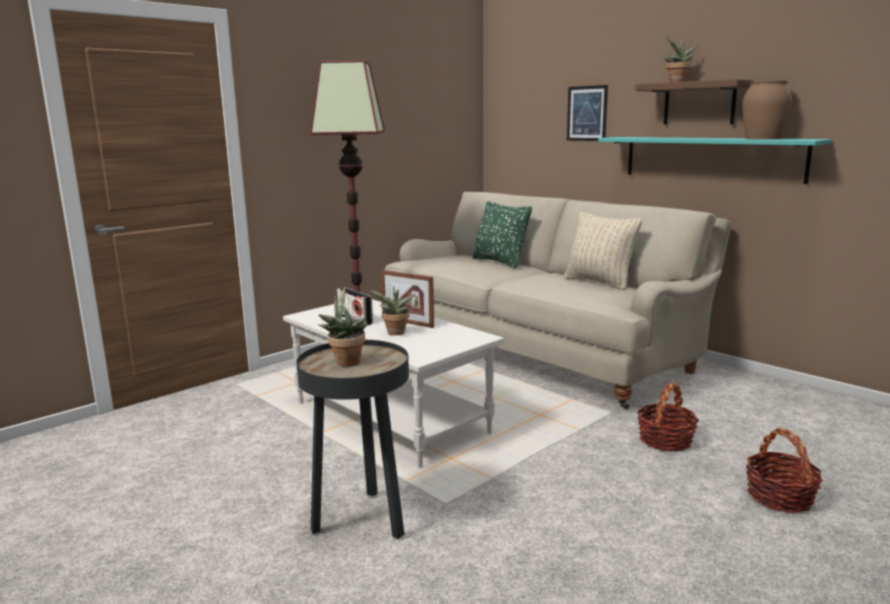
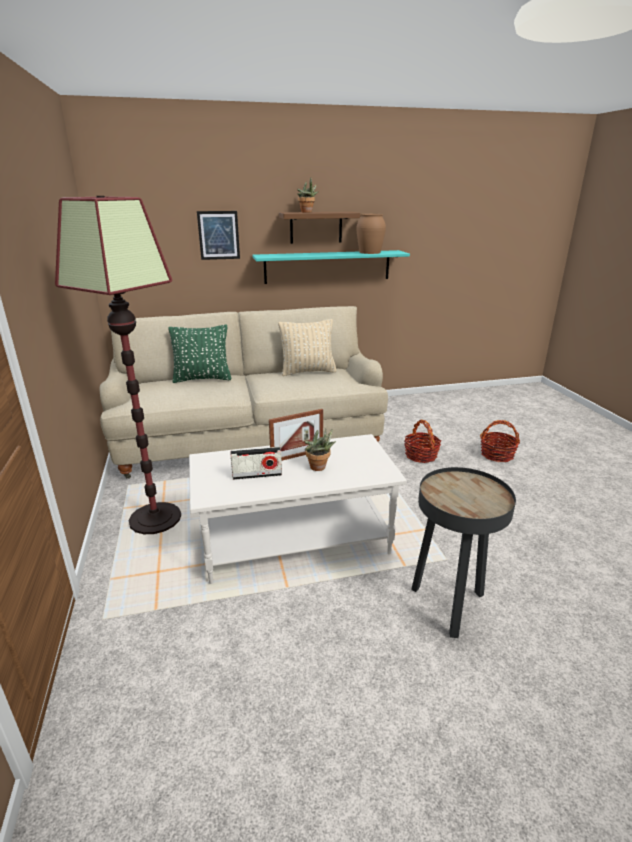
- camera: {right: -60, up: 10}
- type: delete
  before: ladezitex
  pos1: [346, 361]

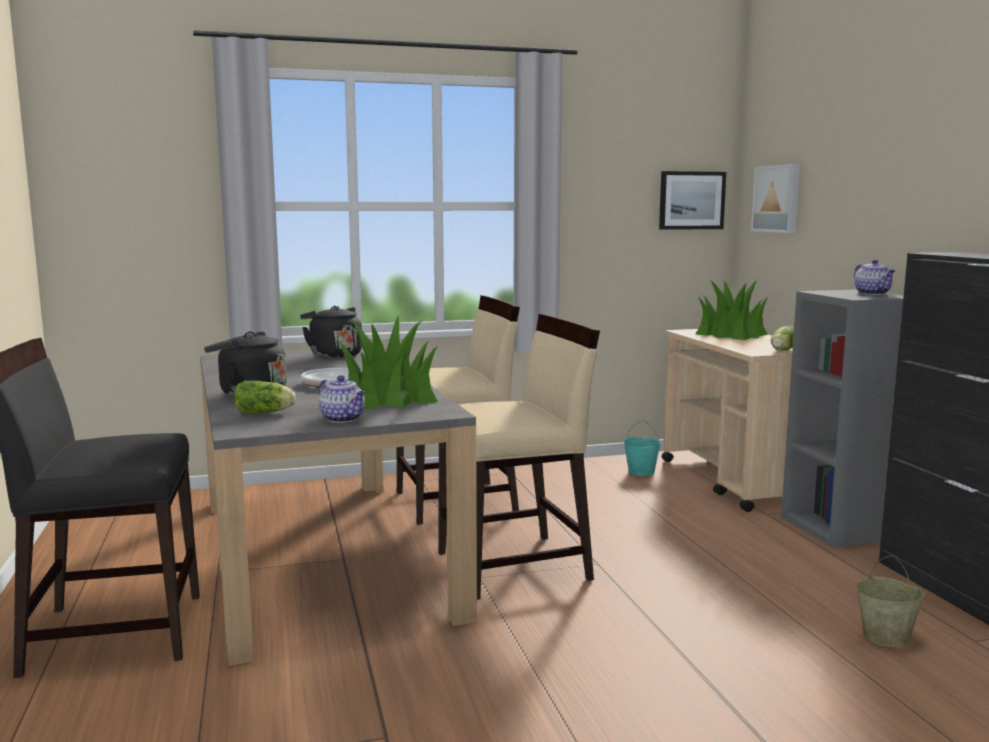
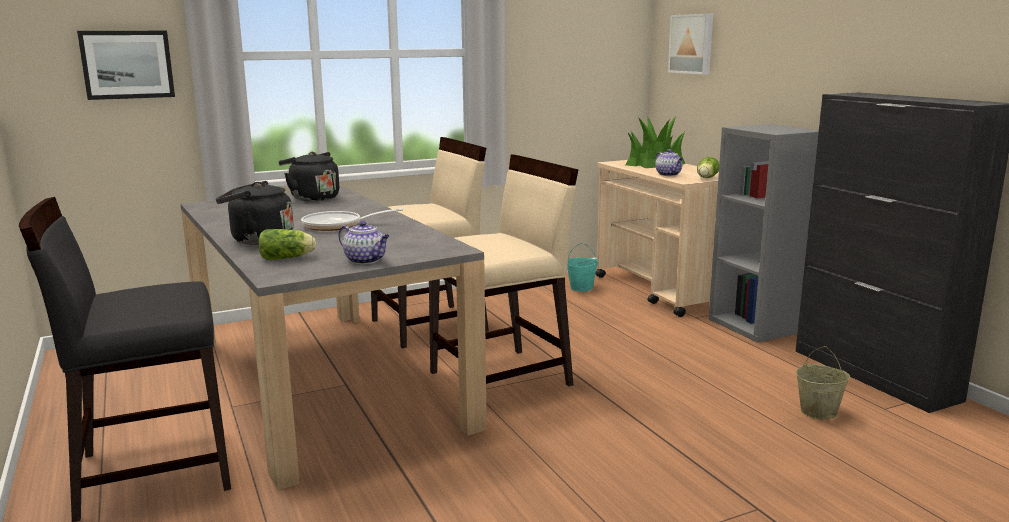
- camera: {right: -10, up: 5}
- type: move
  before: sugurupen
  pos1: [691, 200]
  pos2: [127, 64]
- type: move
  before: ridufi
  pos1: [873, 293]
  pos2: [669, 174]
- type: delete
  before: ladezitex
  pos1: [387, 398]

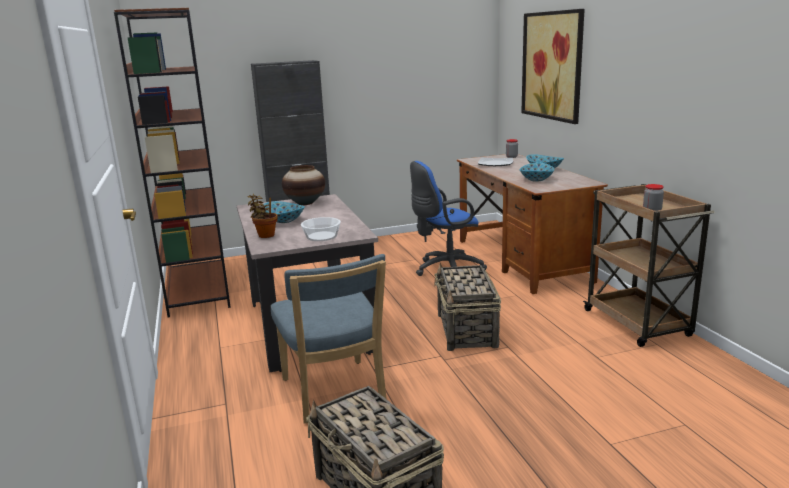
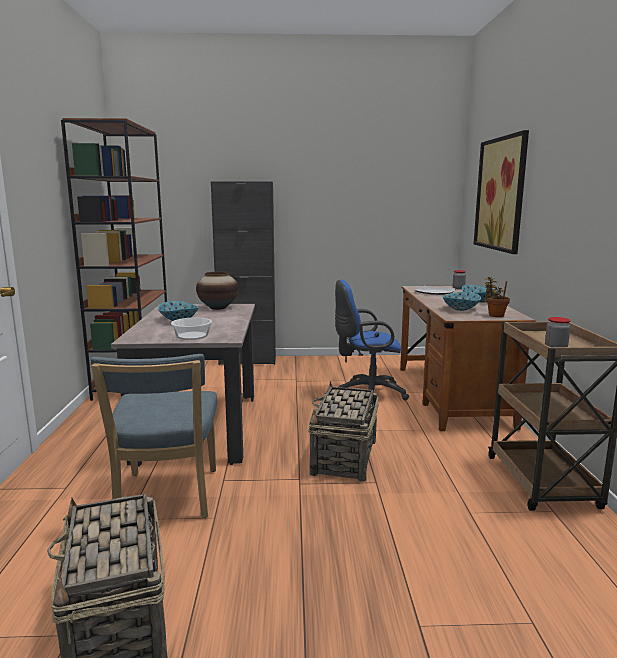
- camera: {right: 15, up: -5}
- type: move
  before: ladezitex
  pos1: [265, 235]
  pos2: [494, 315]

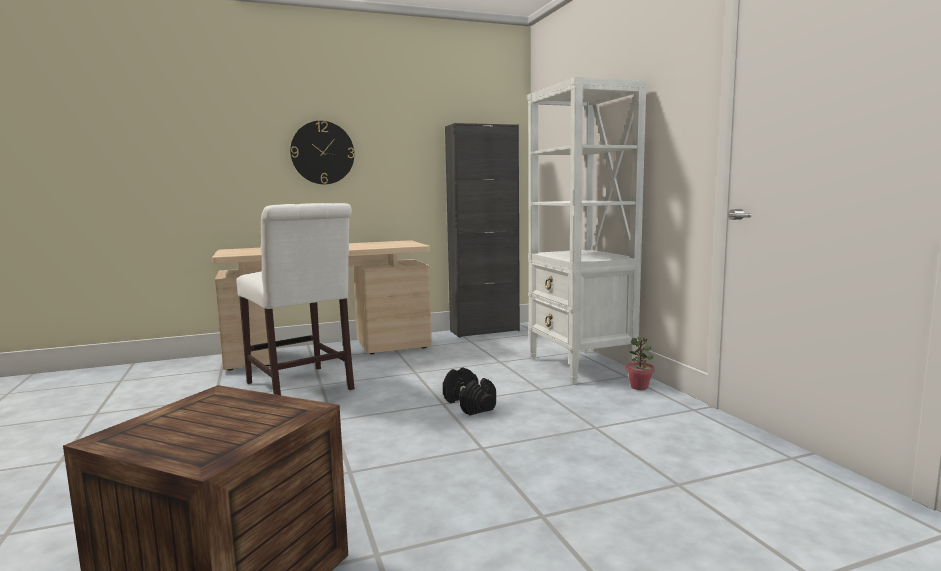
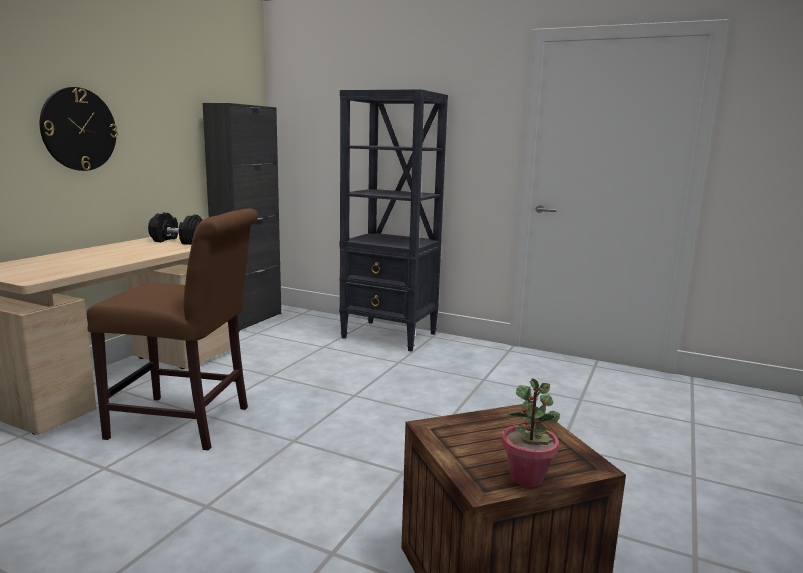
- camera: {right: -45, up: 5}
- type: recolor
  before: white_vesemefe
  after: brown_vesemefe
  pos1: [301, 388]
  pos2: [187, 423]
- type: move
  before: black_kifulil
  pos1: [470, 405]
  pos2: [179, 241]
- type: recolor
  before: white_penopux
  after: black_penopux
  pos1: [580, 366]
  pos2: [390, 336]
- type: move
  before: ladezitex
  pos1: [639, 387]
  pos2: [527, 477]

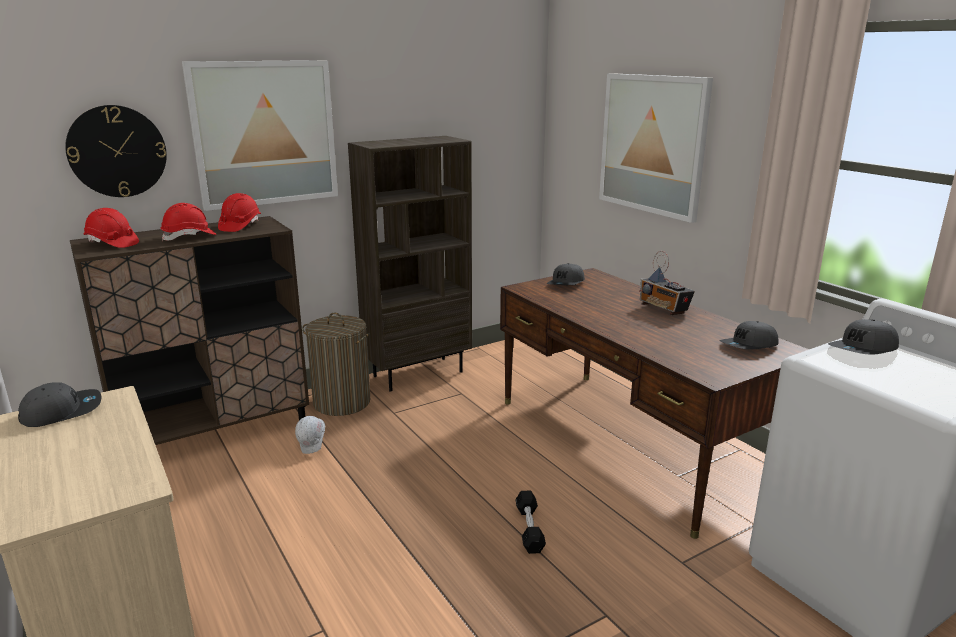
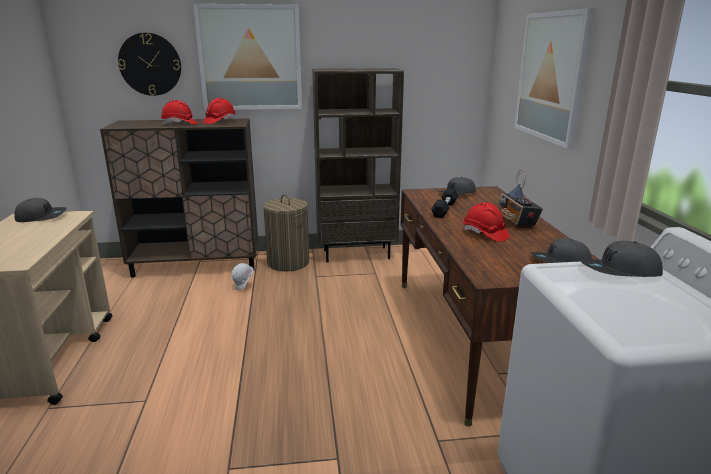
- camera: {right: 25, up: 0}
- type: move
  before: black_kifulil
  pos1: [529, 528]
  pos2: [444, 209]
- type: move
  before: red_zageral
  pos1: [112, 243]
  pos2: [485, 234]

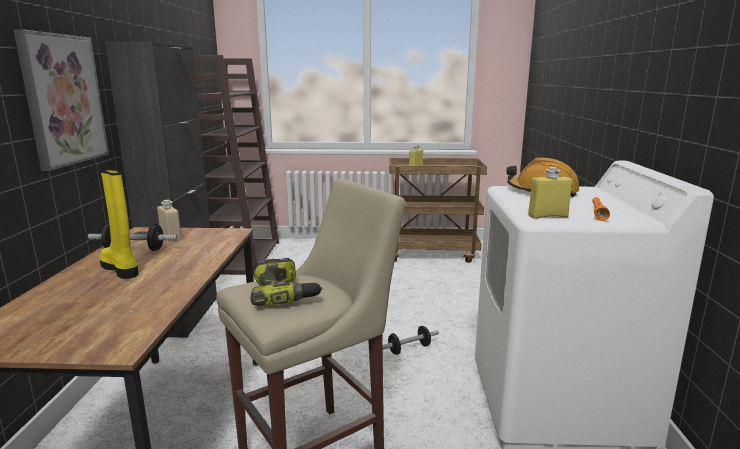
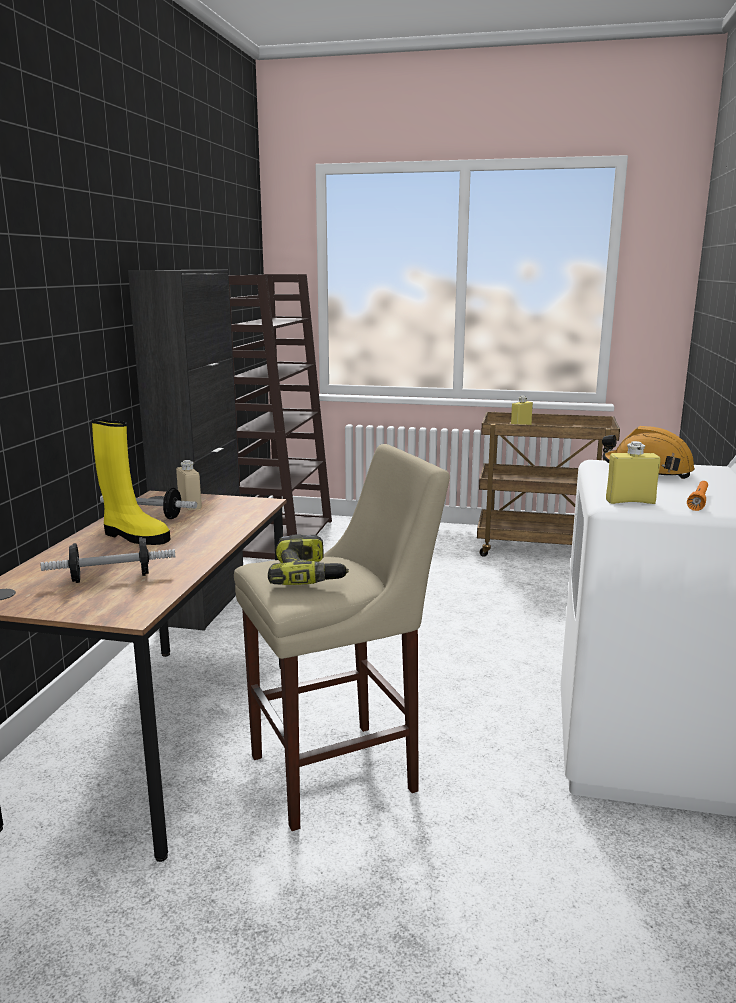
- camera: {right: 10, up: 0}
- type: move
  before: kifulil
  pos1: [409, 349]
  pos2: [111, 577]
- type: rotate
  before: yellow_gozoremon
  pos1: [121, 269]
  pos2: [134, 536]
  turn: 150
- type: delete
  before: sugurupen
  pos1: [63, 100]

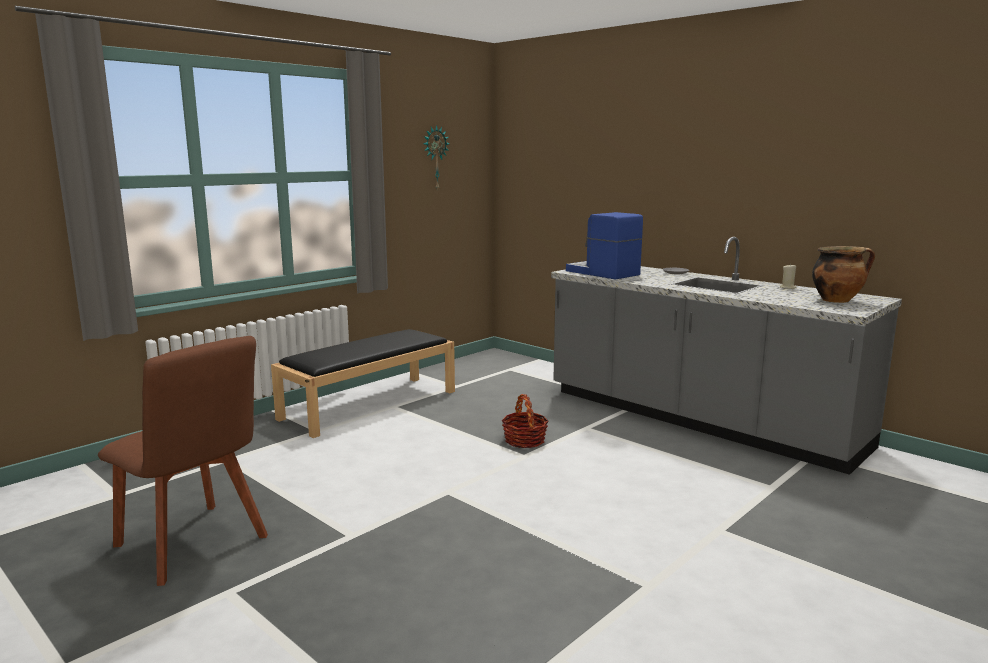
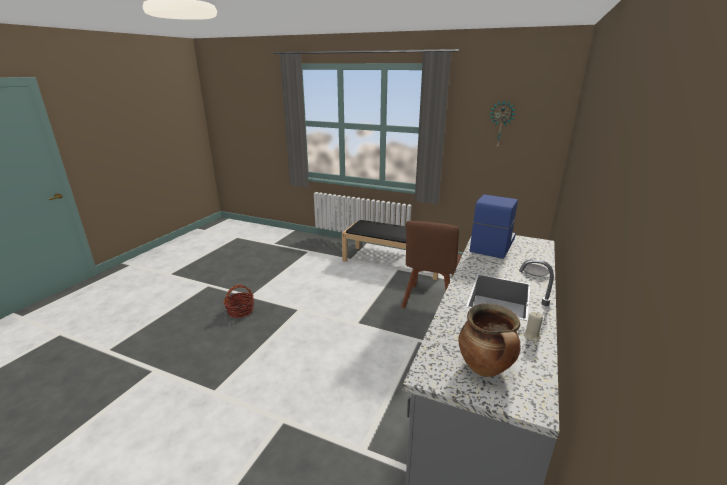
- camera: {right: 70, up: 10}
- type: move
  before: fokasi
  pos1: [524, 440]
  pos2: [240, 311]
- type: move
  before: brown_vesemefe
  pos1: [194, 544]
  pos2: [429, 302]

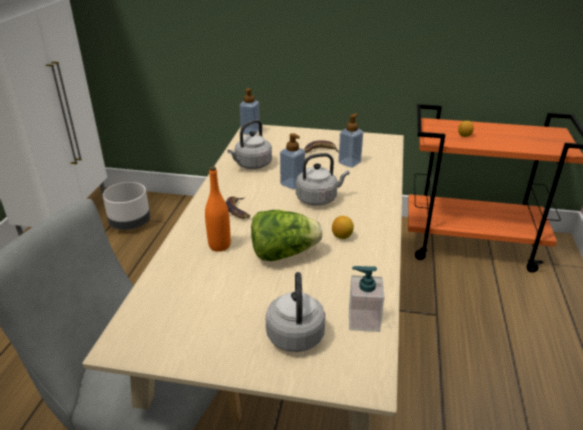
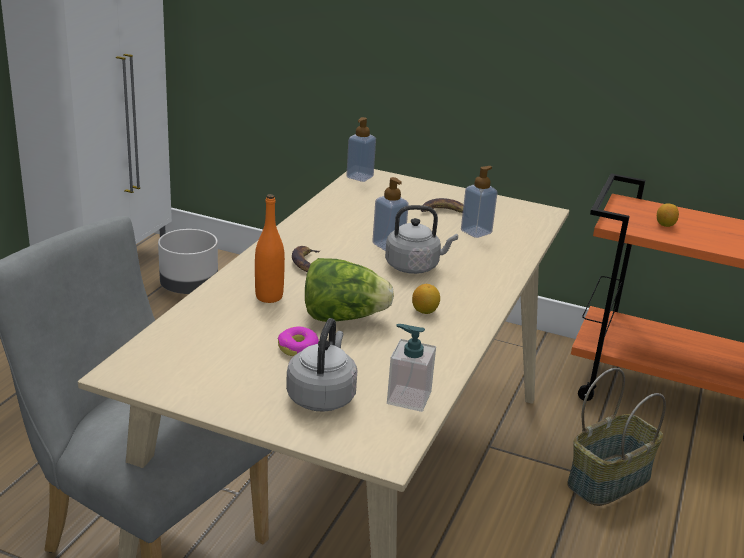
- camera: {right: 10, up: -5}
- type: insert
  after: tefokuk
  pos2: [298, 348]
- type: insert
  after: fokasi
  pos2: [608, 479]
- type: delete
  before: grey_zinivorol
  pos1: [252, 165]

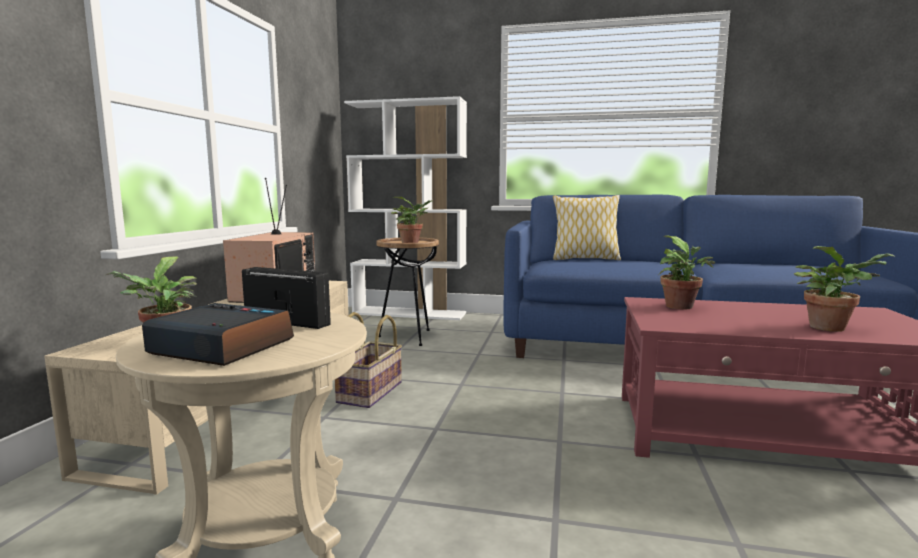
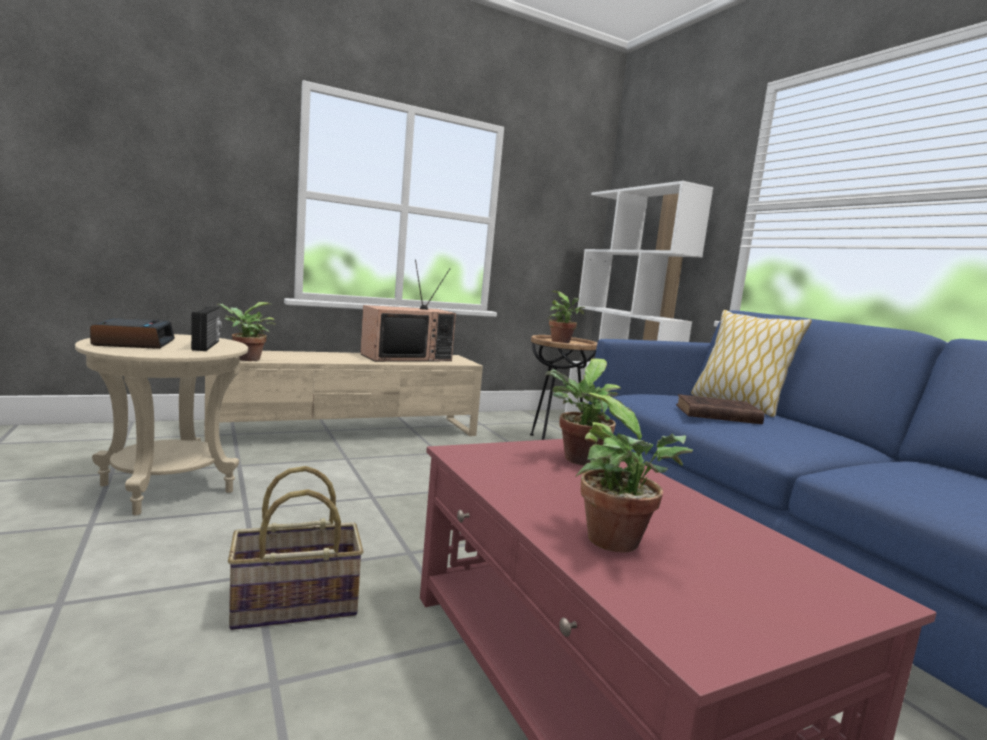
- camera: {right: 50, up: 0}
- type: move
  before: fokasi
  pos1: [371, 393]
  pos2: [294, 606]
- type: insert
  after: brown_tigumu
  pos2: [715, 414]

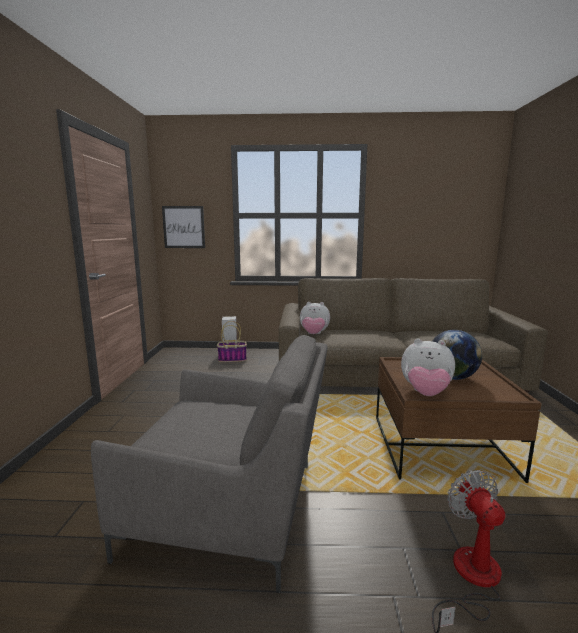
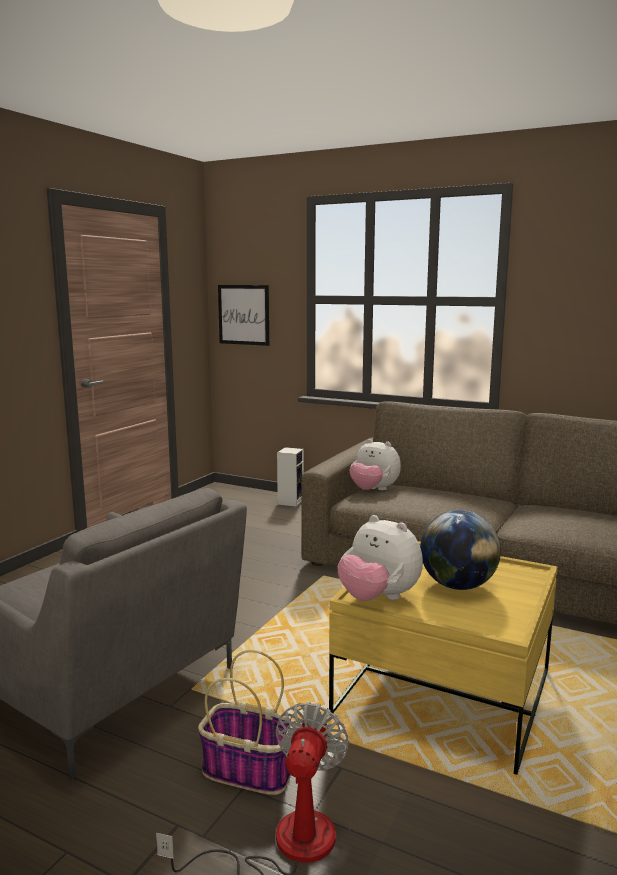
- camera: {right: 25, up: 0}
- type: move
  before: fokasi
  pos1: [232, 359]
  pos2: [249, 770]
- type: recolor
  before: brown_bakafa
  after: yellow_bakafa
  pos1: [440, 446]
  pos2: [444, 692]

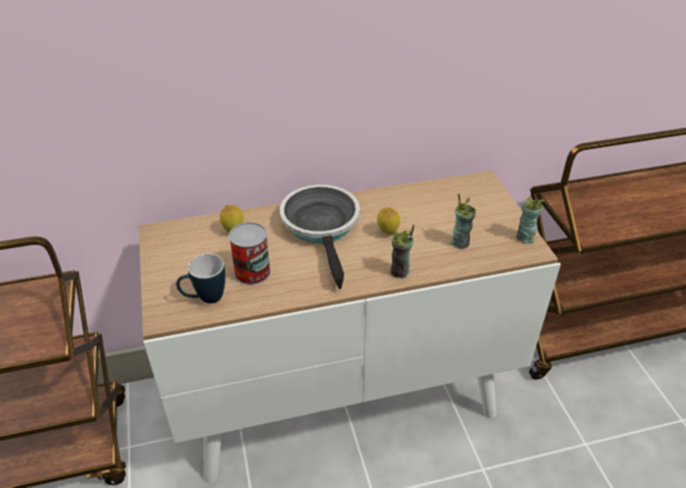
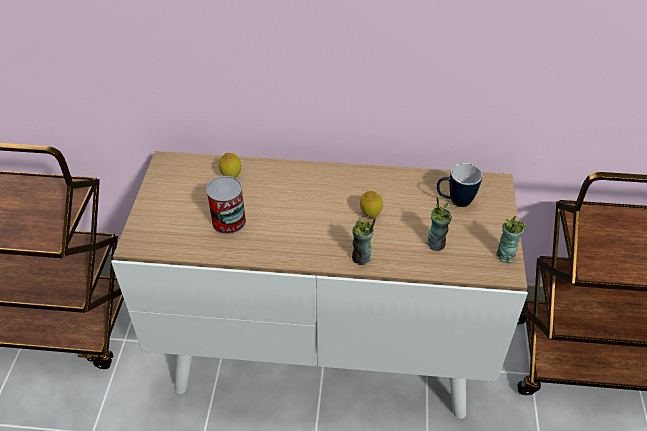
- camera: {right: 20, up: 5}
- type: move
  before: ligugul
  pos1: [205, 299]
  pos2: [454, 201]
- type: delete
  before: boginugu
  pos1: [322, 227]

